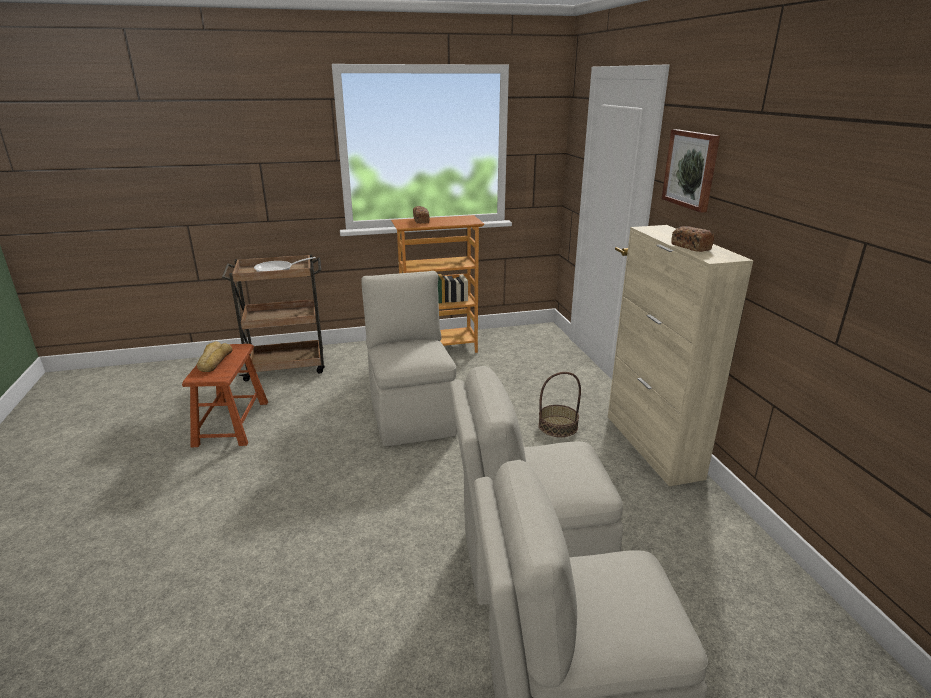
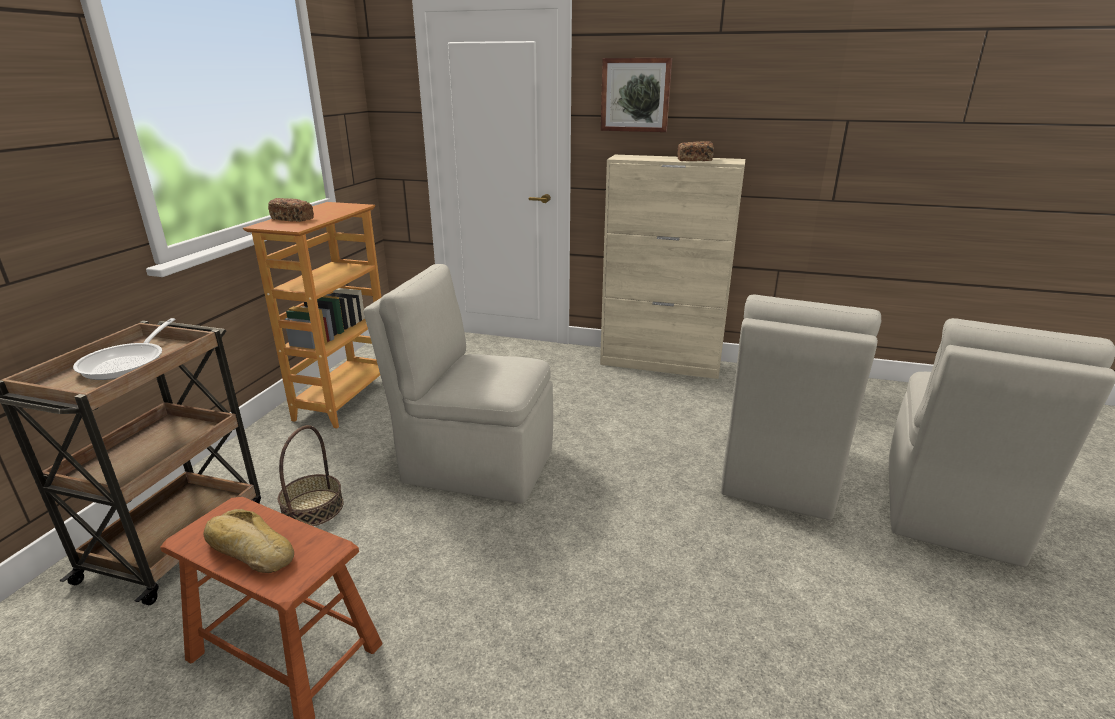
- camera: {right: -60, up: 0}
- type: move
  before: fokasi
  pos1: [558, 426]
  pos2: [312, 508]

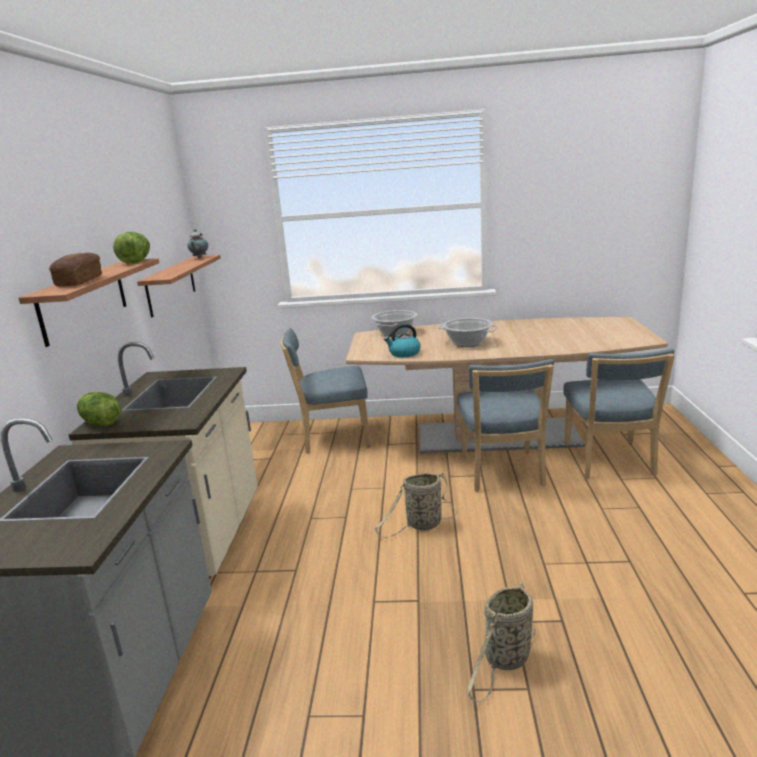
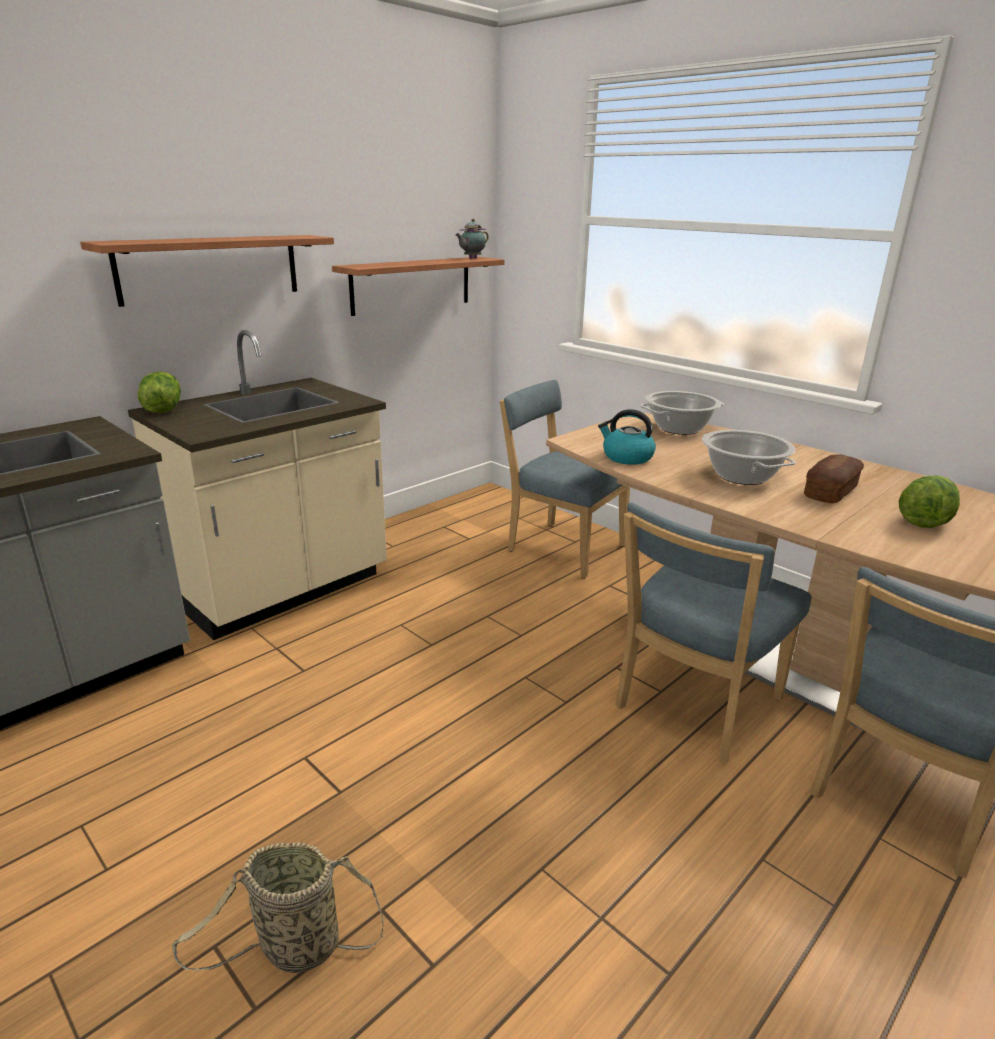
- camera: {right: 40, up: 5}
- type: move
  before: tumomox
  pos1: [80, 281]
  pos2: [830, 492]
- type: move
  before: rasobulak
  pos1: [137, 262]
  pos2: [924, 520]
- type: delete
  before: fokasi
  pos1: [422, 525]

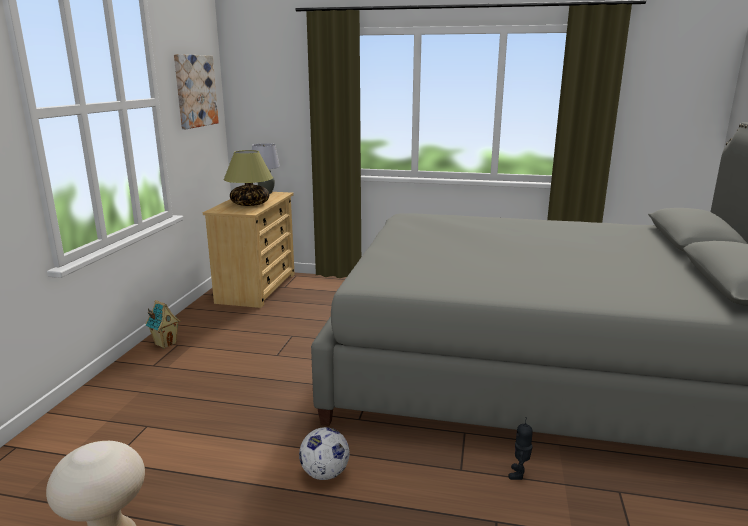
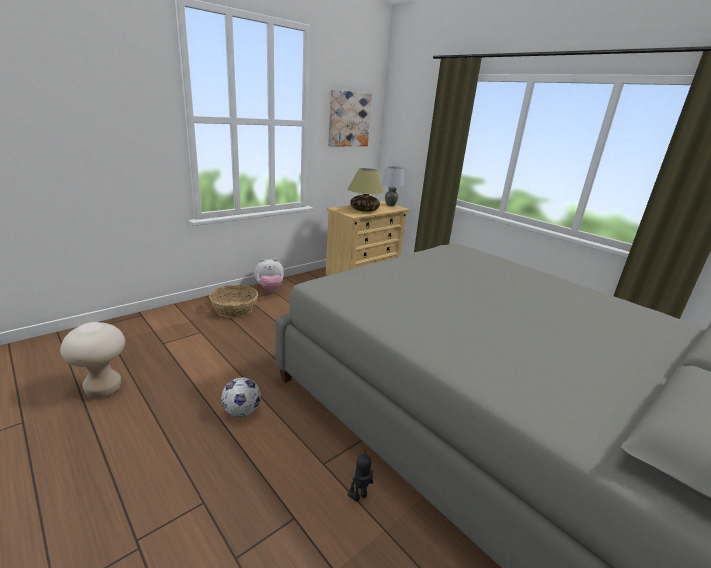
- camera: {right: 35, up: 5}
- type: insert
  after: fokasi
  pos2: [235, 309]
- type: replace
  before: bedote
  after: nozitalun
  pos1: [165, 343]
  pos2: [269, 289]

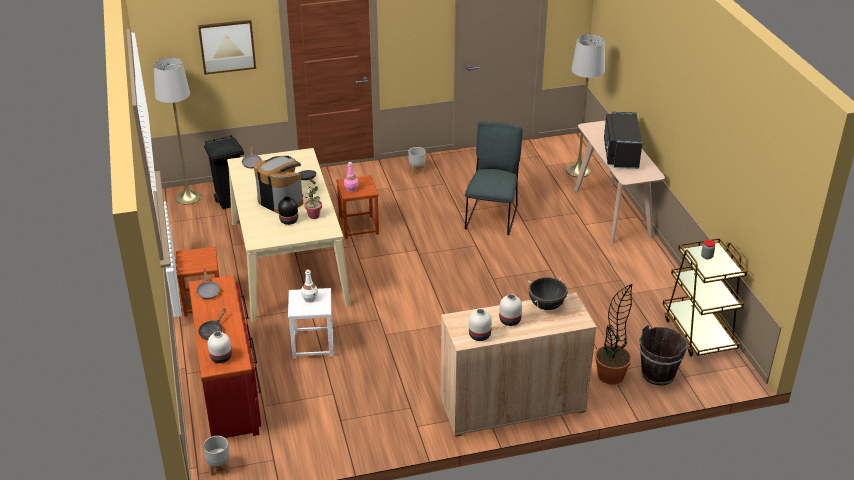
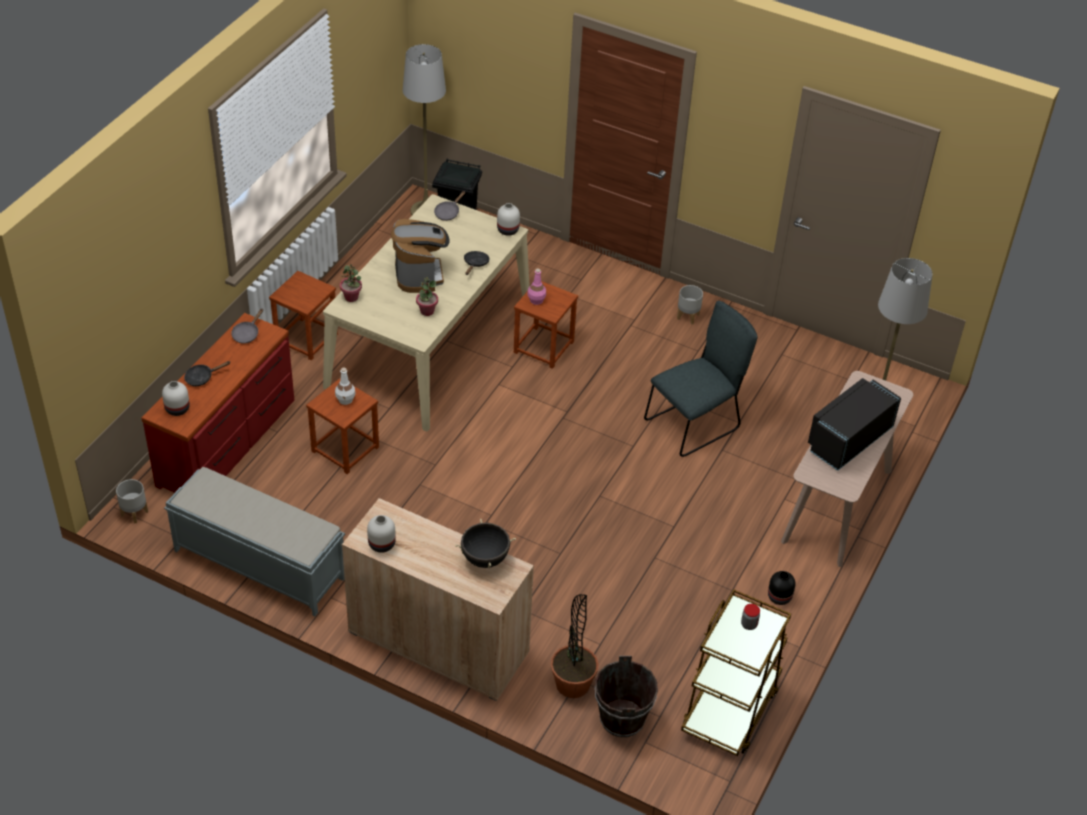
- camera: {right: 40, up: 10}
- type: insert
  after: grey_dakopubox
  pos2: [258, 563]
- type: recolor
  before: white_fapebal
  after: brown_fapebal
  pos1: [313, 345]
  pos2: [344, 449]
- type: insert
  after: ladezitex
  pos2: [351, 297]
- type: move
  before: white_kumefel
  pos1: [510, 321]
  pos2: [508, 230]
- type: move
  before: black_kumefel
  pos1: [288, 220]
  pos2: [779, 596]
- type: delete
  before: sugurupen
  pos1: [227, 46]

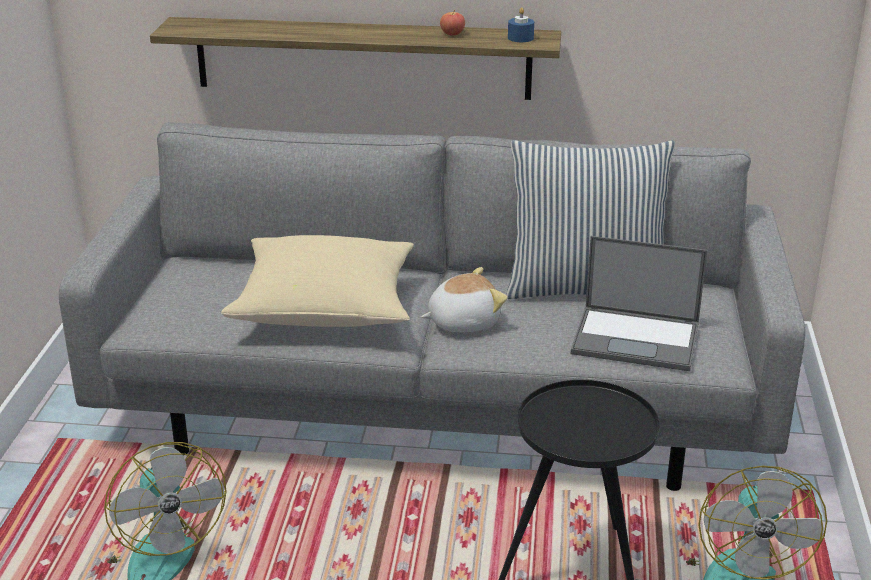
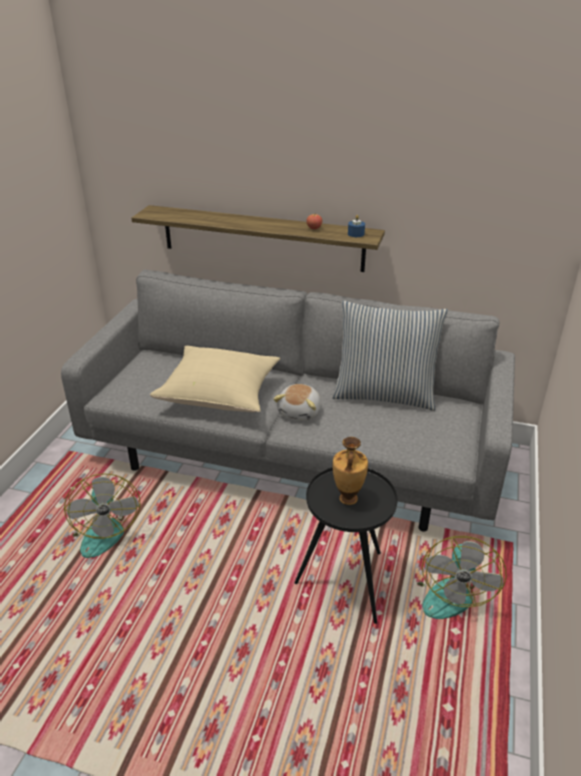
- camera: {right: 10, up: 5}
- type: rotate
  before: nozitalun
  pos1: [463, 322]
  pos2: [300, 412]
  turn: 120
- type: insert
  after: kumefel
  pos2: [347, 499]
- type: delete
  before: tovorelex
  pos1: [637, 339]

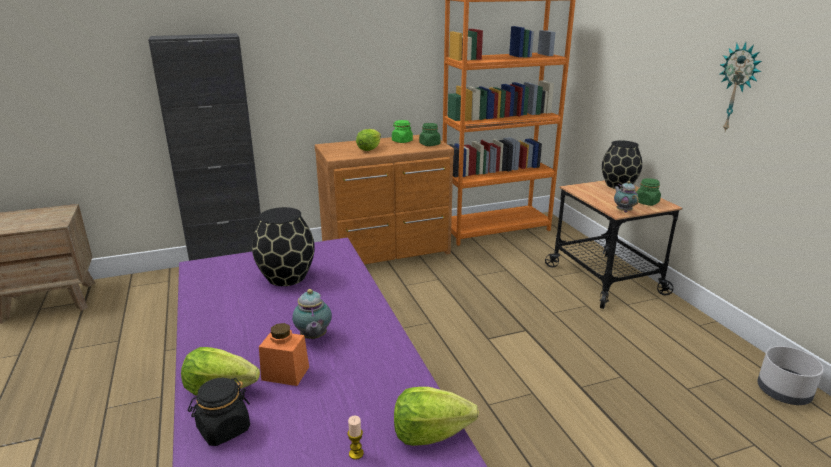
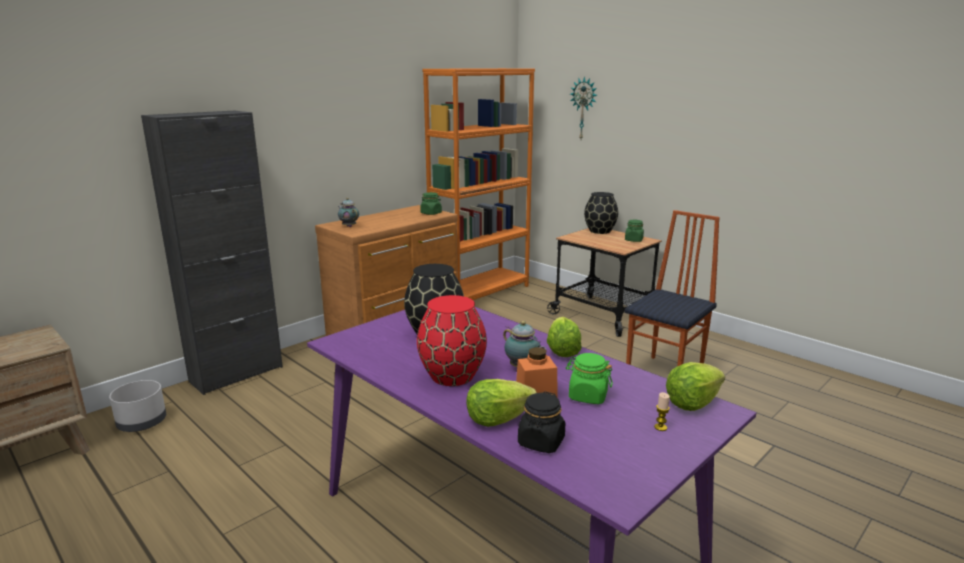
- camera: {right: -25, up: -5}
- type: move
  before: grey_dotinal
  pos1: [782, 392]
  pos2: [142, 423]
- type: move
  before: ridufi
  pos1: [623, 210]
  pos2: [349, 226]
- type: insert
  after: red_kumefel
  pos2: [452, 376]
- type: move
  before: rasobulak
  pos1: [369, 149]
  pos2: [562, 351]
- type: move
  before: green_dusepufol
  pos1: [402, 141]
  pos2: [587, 396]
- type: move
  before: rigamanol
  pos1: [738, 88]
  pos2: [584, 108]
- type: insert
  after: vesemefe
  pos2: [665, 375]

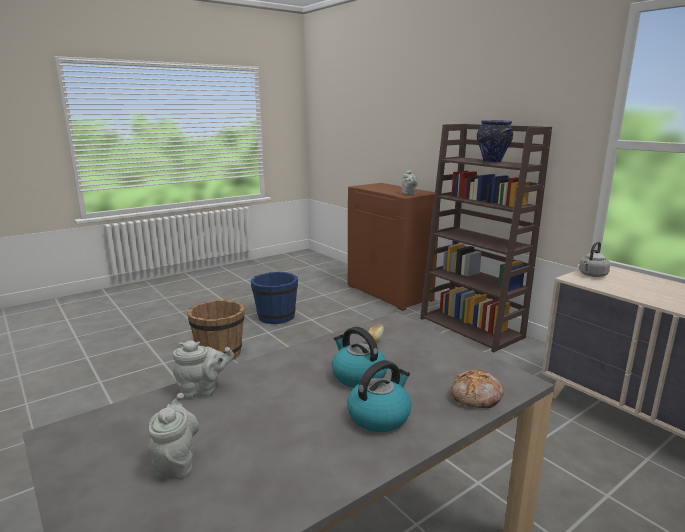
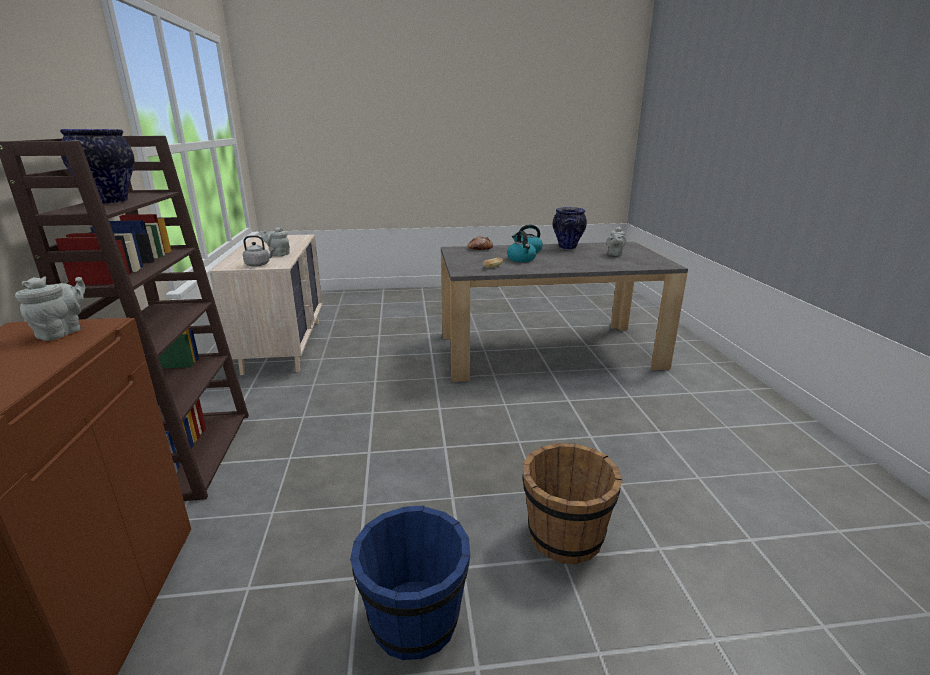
- camera: {right: -150, up: 5}
- type: move
  before: grey_ridufi
  pos1: [203, 390]
  pos2: [278, 254]
- type: insert
  after: kumefel
  pos2: [567, 248]

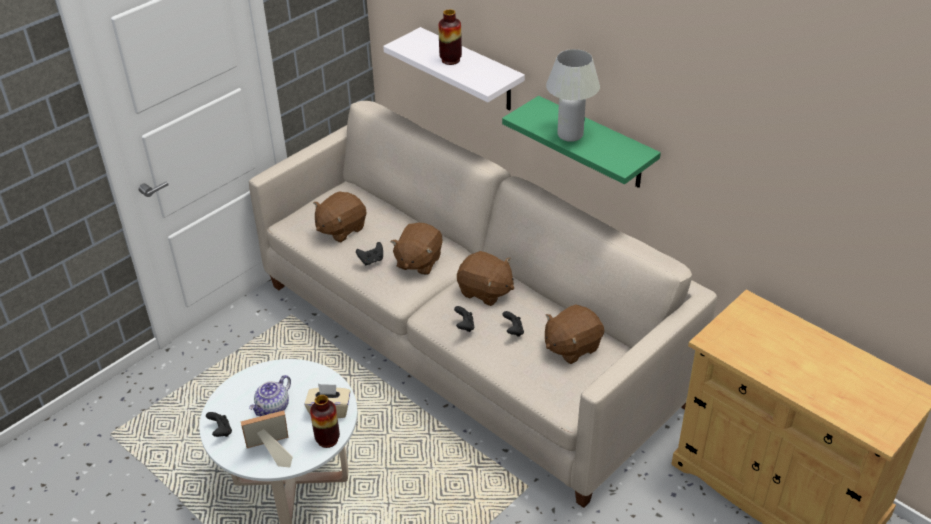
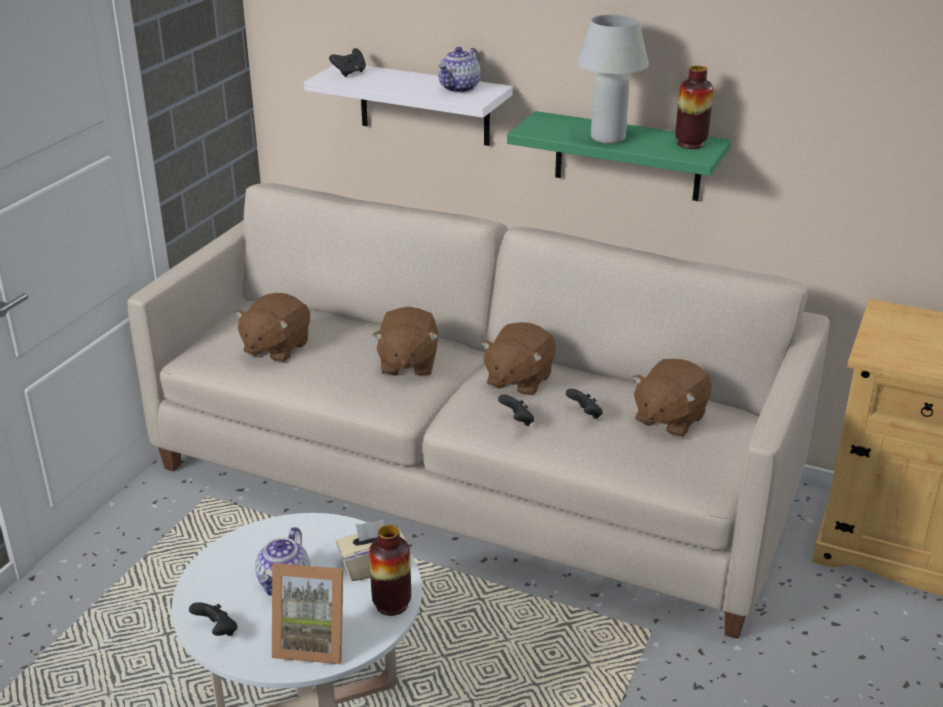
- camera: {right: -20, up: -10}
- type: rotate
  before: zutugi
  pos1: [270, 453]
  pos2: [312, 641]
  turn: -135
- type: move
  before: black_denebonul
  pos1: [371, 260]
  pos2: [350, 73]
- type: insert
  after: ridufi
  pos2: [459, 88]
- type: rotate
  before: brown_nozitalun
  pos1: [485, 291]
  pos2: [518, 380]
  turn: 105
- type: move
  before: kumefel
  pos1: [450, 60]
  pos2: [690, 144]

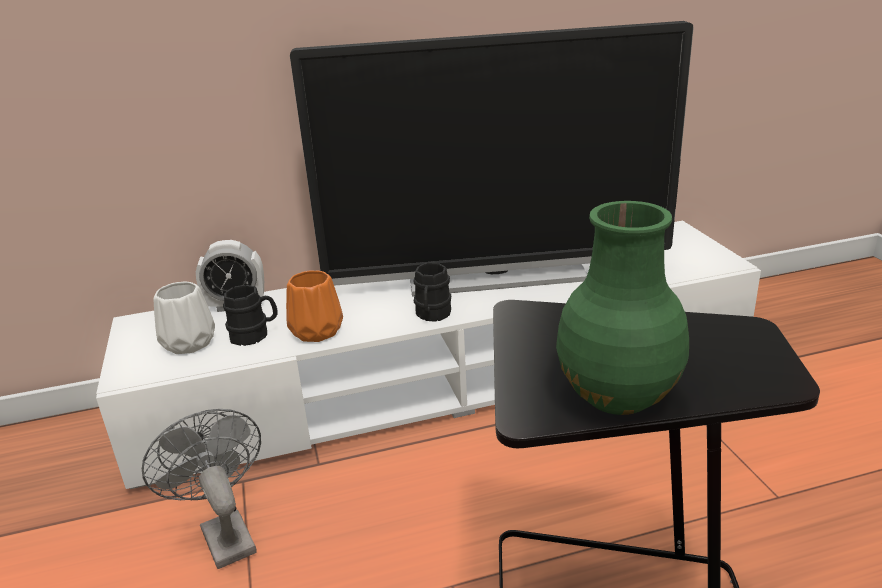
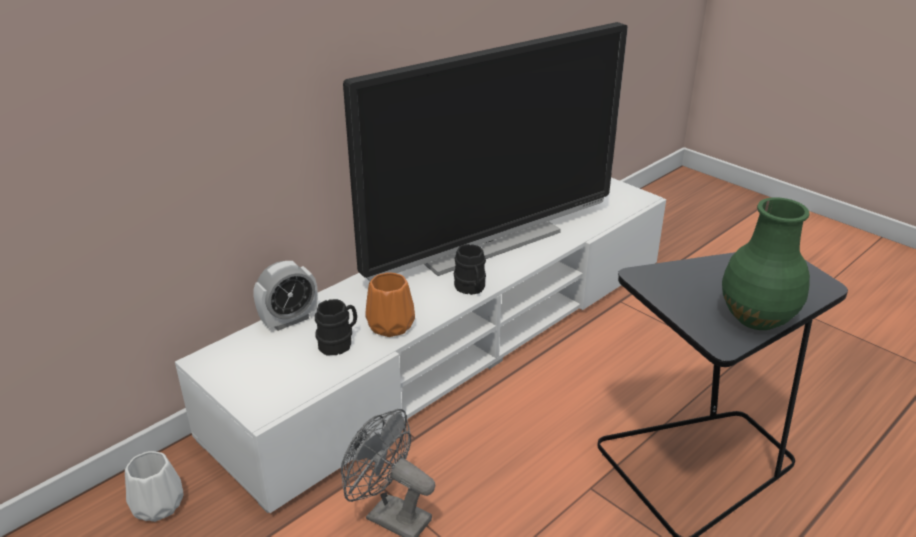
- camera: {right: -30, up: 5}
- type: move
  before: white_kumefel
  pos1: [189, 342]
  pos2: [157, 504]

